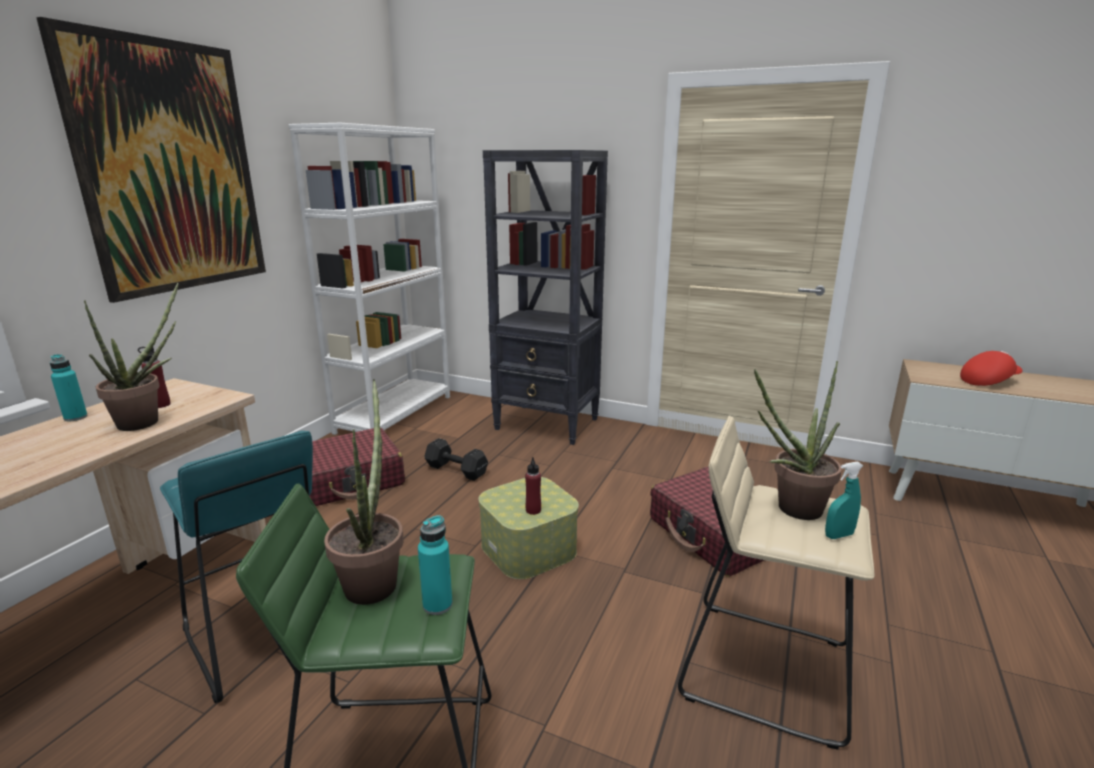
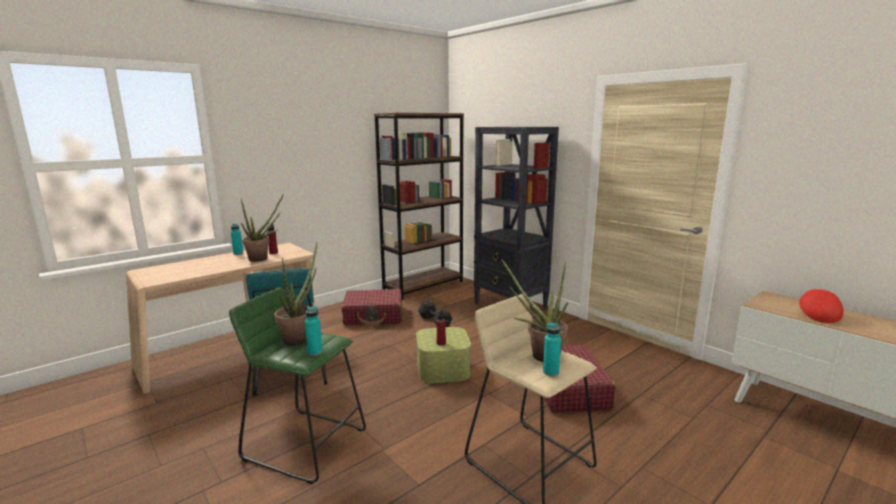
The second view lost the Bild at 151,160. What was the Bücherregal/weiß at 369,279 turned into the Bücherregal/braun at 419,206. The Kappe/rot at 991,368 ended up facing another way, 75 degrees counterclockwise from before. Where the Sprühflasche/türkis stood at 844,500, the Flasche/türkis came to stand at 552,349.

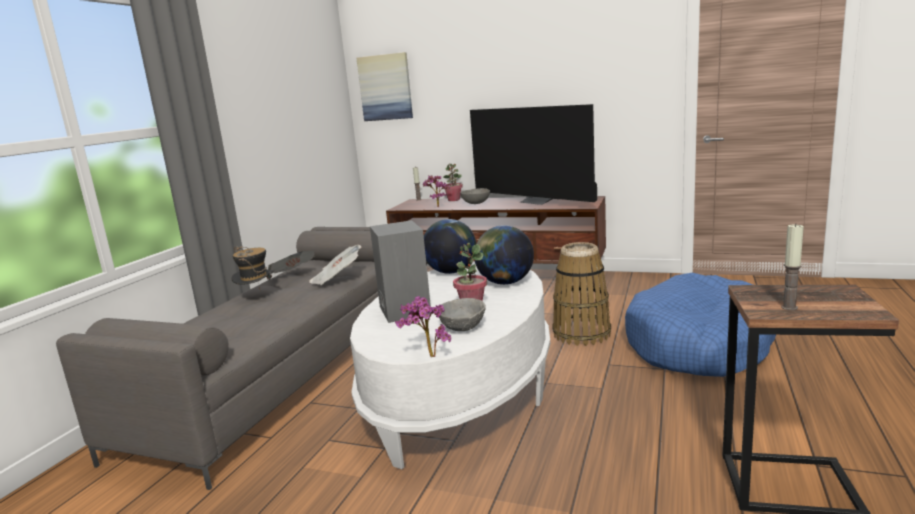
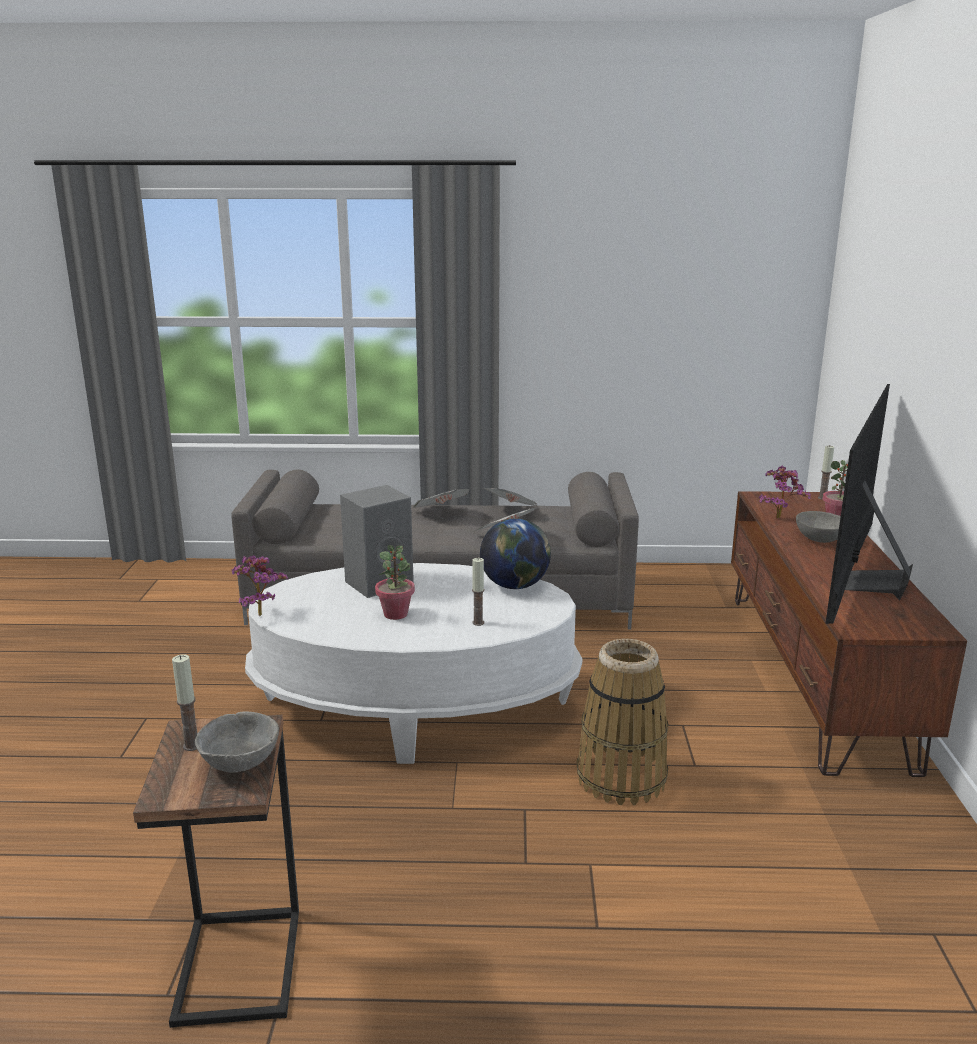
The second view lost the Bild at 384,86. Where the Globus stood at 504,255, the Kerze came to stand at 478,592. Where the Hut stood at 253,267, the Zeitung came to stand at 441,498. The second view lost the Hundebett/blau at 700,325. The Schüssel/grau ended up elsewhere, having gone from 462,314 to 237,742.

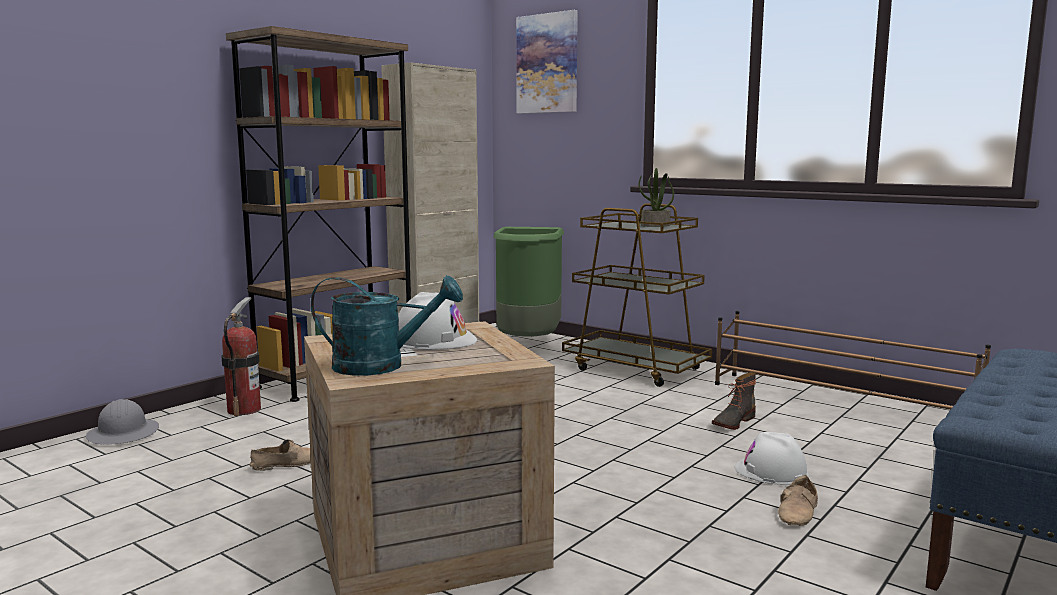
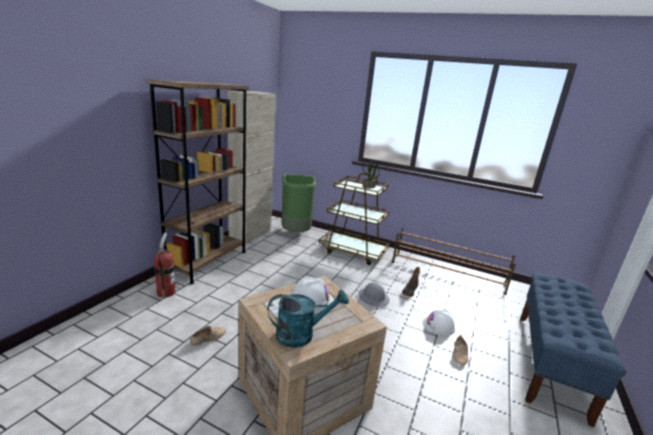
The second view lost the Bild at 547,62. The Schutzhelm/grau ended up elsewhere, having gone from 122,422 to 374,294.

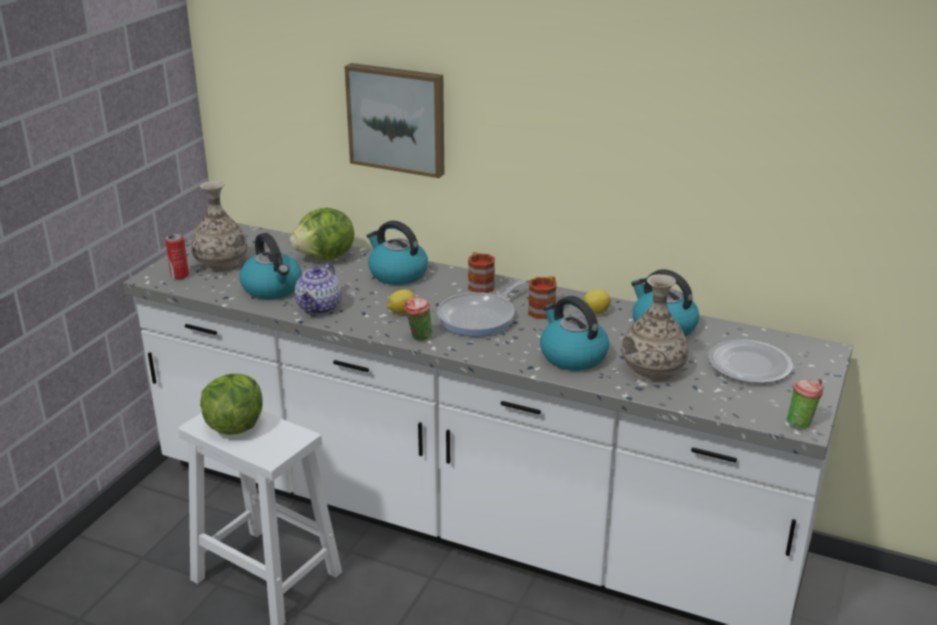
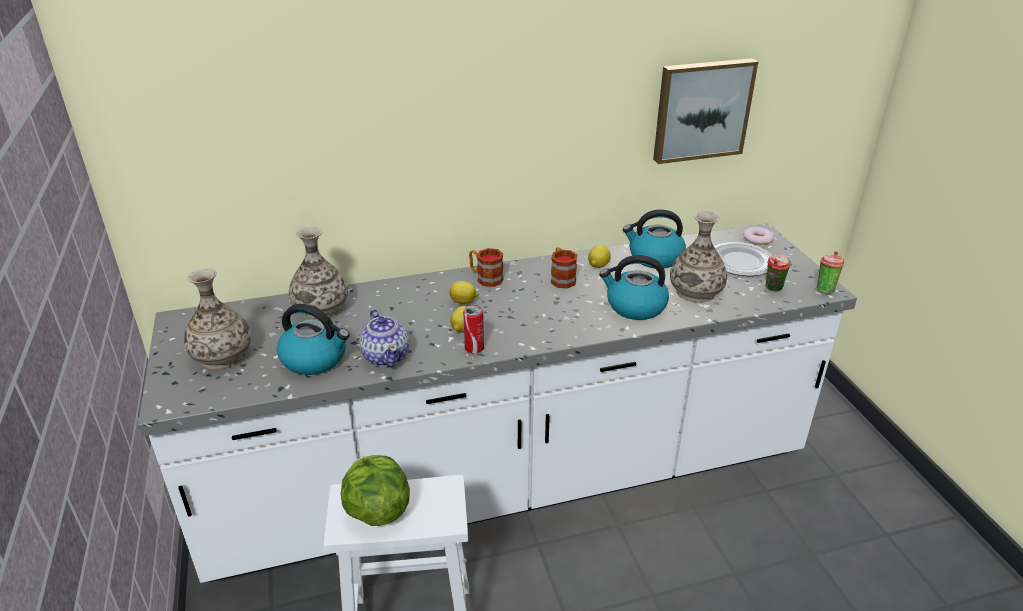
The Bild ended up elsewhere, having gone from 394,120 to 705,111. Where the Salatkopf stood at 322,234, the Vase came to stand at 318,272. The second view lost the Wasserkessel at 397,253. The Dose ended up elsewhere, having gone from 177,256 to 473,329. The second view lost the Pfanne at 481,308. The Tasse ended up elsewhere, having gone from 418,319 to 778,273. The second view gained the Donut at 758,236. The second view gained the Zitrone at 463,292.

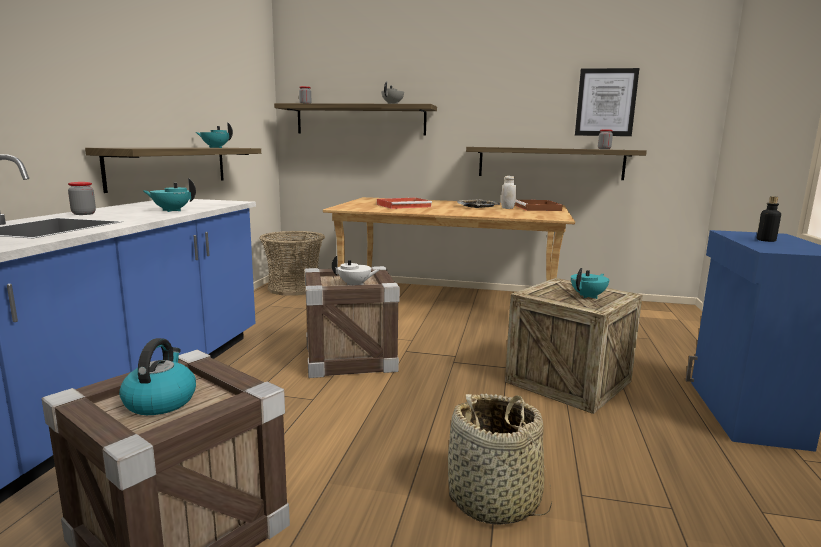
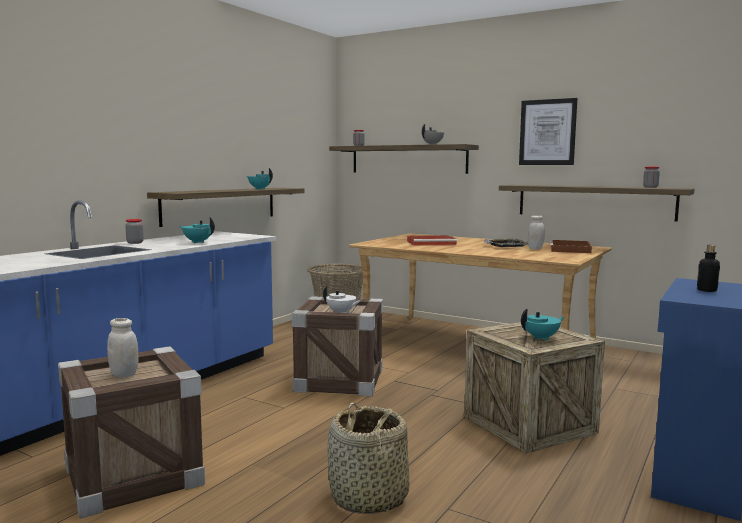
The Bild ended up elsewhere, having gone from 607,102 to 548,131. Where the Wasserkessel stood at 157,376, the Vorratsglas/weiß came to stand at 123,347.

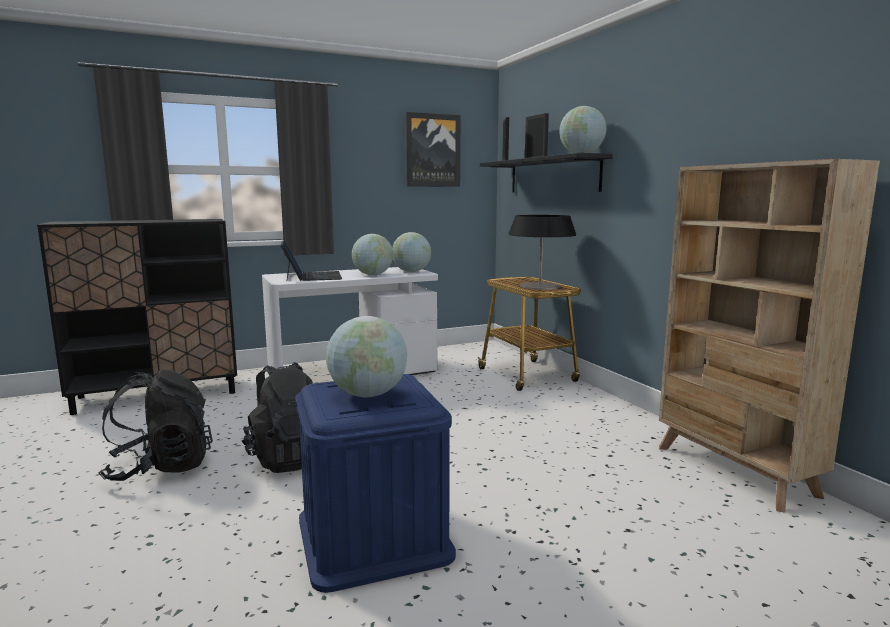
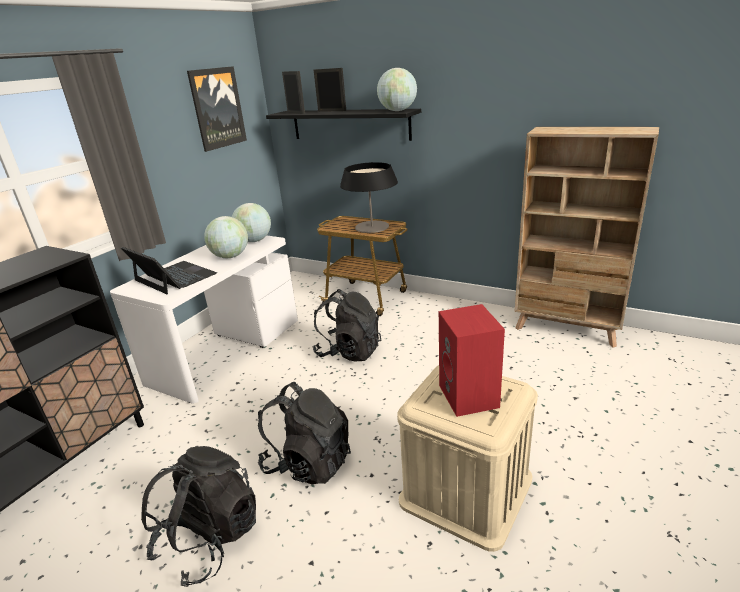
Where the Globus stood at 366,356, the Lautsprecher/rot came to stand at 472,360. What was the Aufbewahrungsbox/blau at 375,483 turned into the Aufbewahrungsbox/beige at 467,458. The second view gained the Rucksack/schwarz at 347,325.

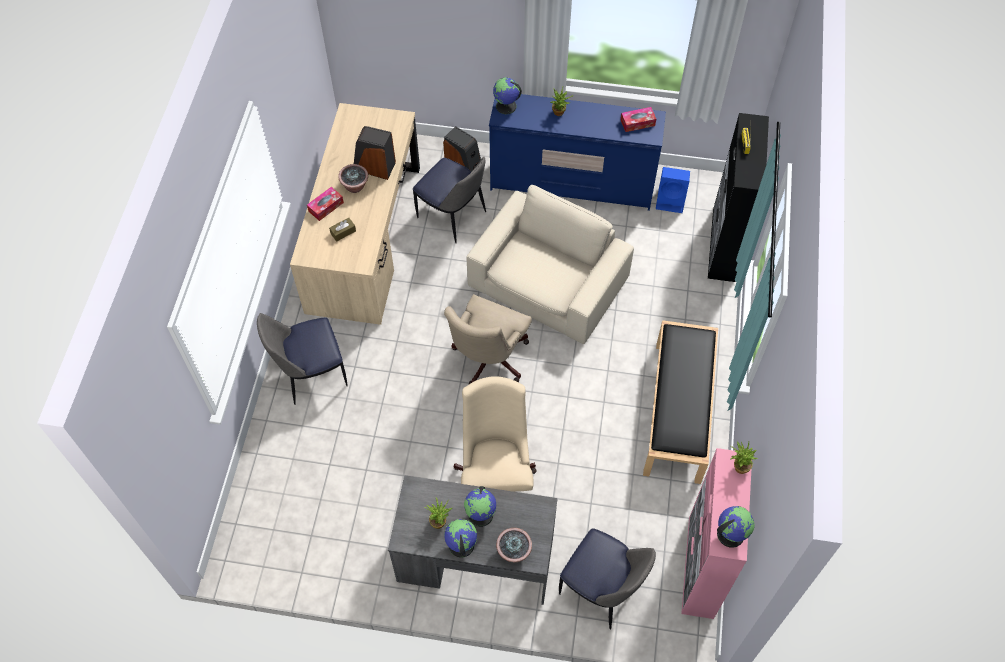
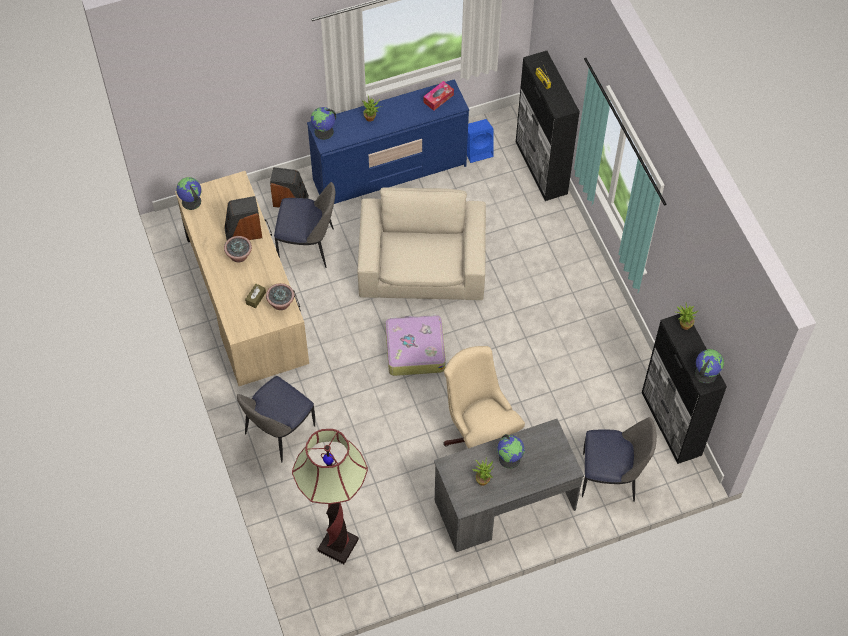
The second view lost the Taschentuchbox at 325,204. Where the Bürostuhl/beige stood at 488,339, the Koffer came to stand at 415,345. The second view lost the Bank/schwarz at 680,402. What was the Schrank/rosa at 716,533 turned into the Schrank/schwarz at 684,389. The Globus ended up elsewhere, having gone from 460,538 to 189,193. The Topfpflanze ended up elsewhere, having gone from 514,545 to 280,296. The second view gained the Stehlampe at 330,496.

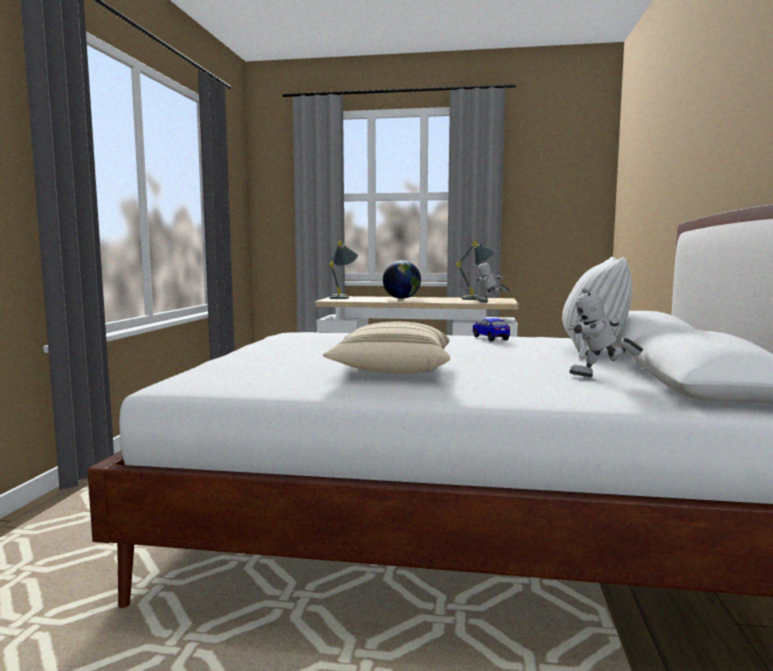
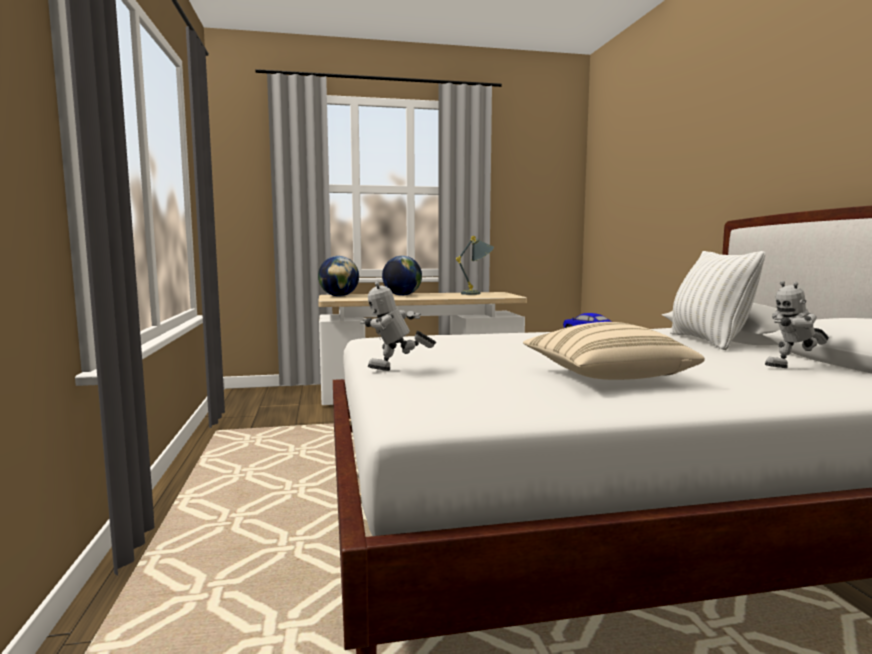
Where the Tischlampe/grau stood at 343,270, the Globus came to stand at 338,276. The Spielzeugroboter ended up elsewhere, having gone from 492,281 to 398,326.

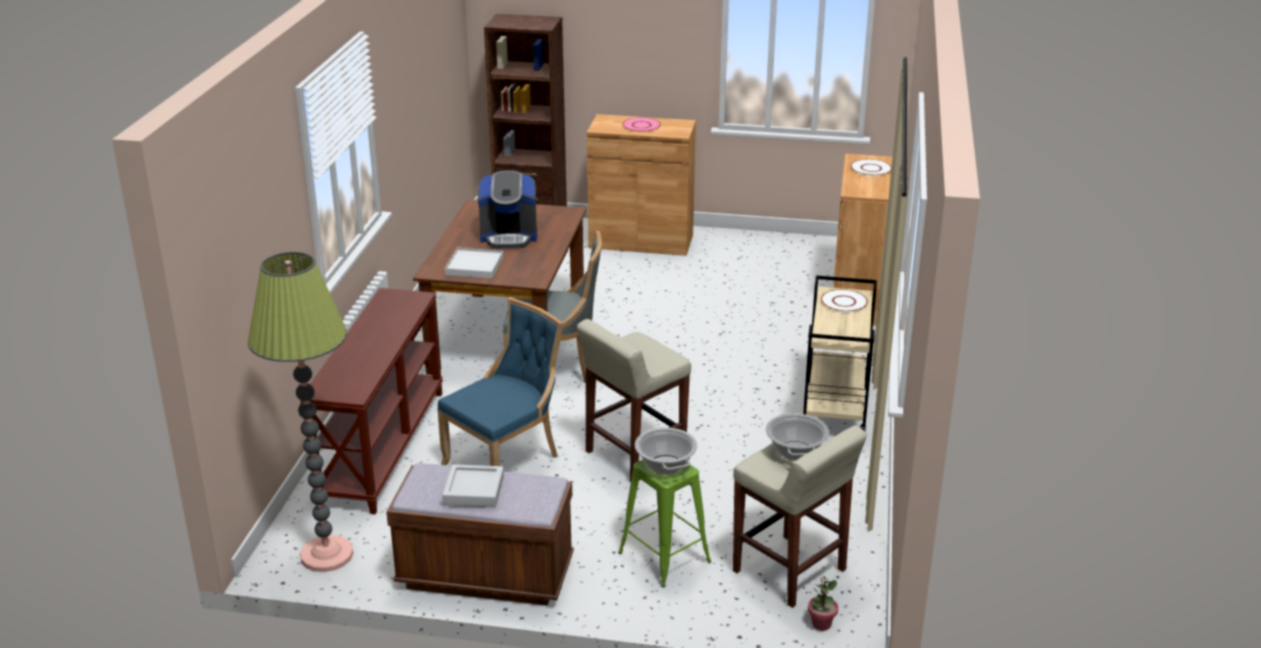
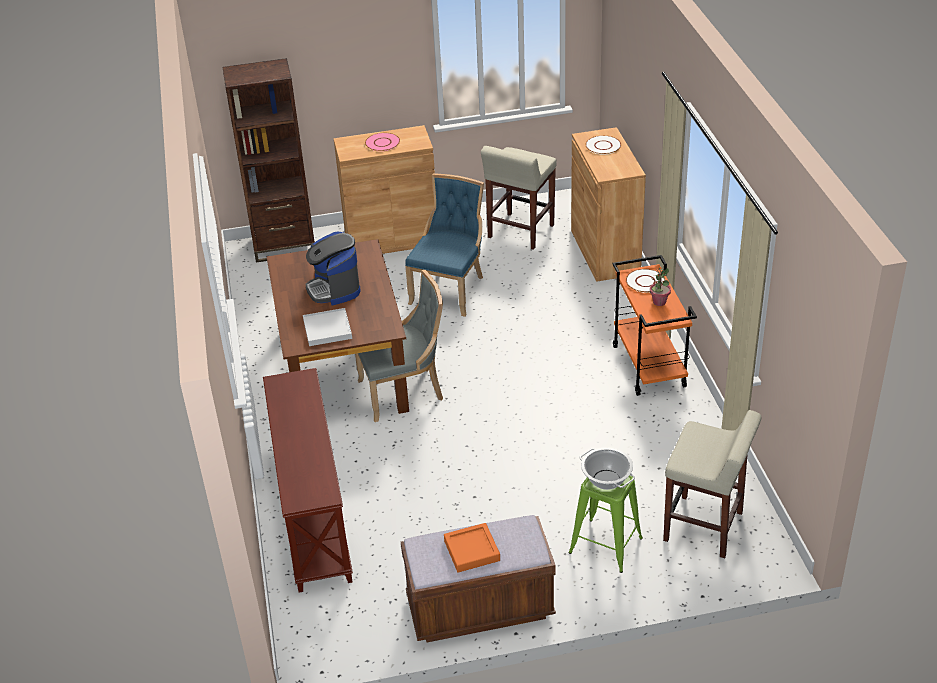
The Kaffeemaschine at 507,209 ended up facing another way, 90 degrees clockwise from before. The second view lost the Stehlampe at 300,412. What was the Rollwagen/beige at 840,352 turned into the Rollwagen/orange at 655,325. The Stuhl/blau ended up elsewhere, having gone from 500,382 to 444,245. The Hocker/beige ended up elsewhere, having gone from 634,401 to 519,198. The second view lost the Kochtopf at 797,437. What was the Tablett/grau at 473,485 turned into the Tablett/orange at 472,548. The Topfpflanze ended up elsewhere, having gone from 823,603 to 660,287.

